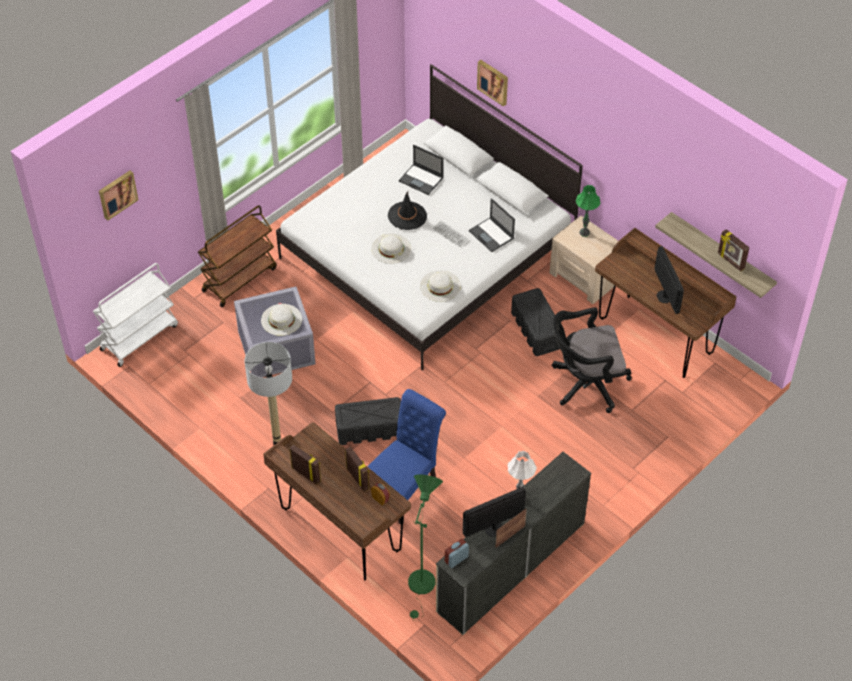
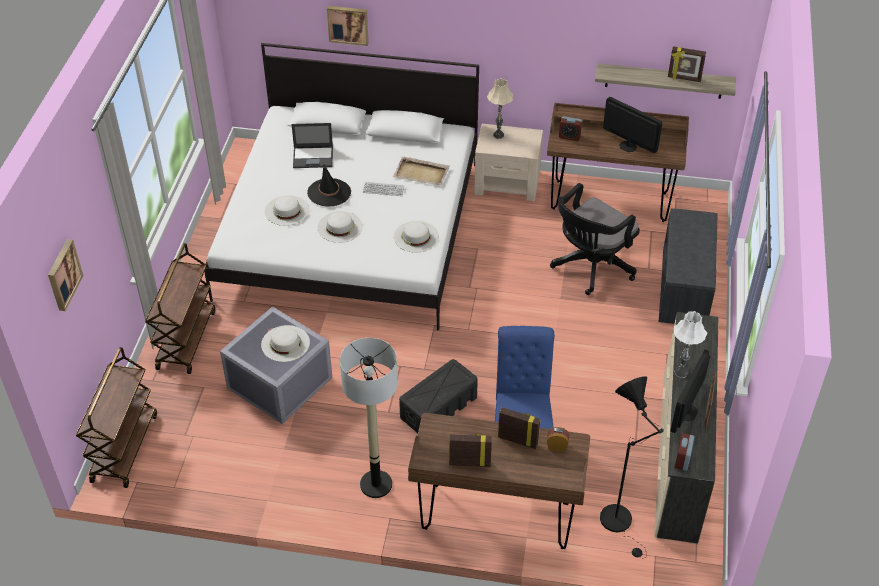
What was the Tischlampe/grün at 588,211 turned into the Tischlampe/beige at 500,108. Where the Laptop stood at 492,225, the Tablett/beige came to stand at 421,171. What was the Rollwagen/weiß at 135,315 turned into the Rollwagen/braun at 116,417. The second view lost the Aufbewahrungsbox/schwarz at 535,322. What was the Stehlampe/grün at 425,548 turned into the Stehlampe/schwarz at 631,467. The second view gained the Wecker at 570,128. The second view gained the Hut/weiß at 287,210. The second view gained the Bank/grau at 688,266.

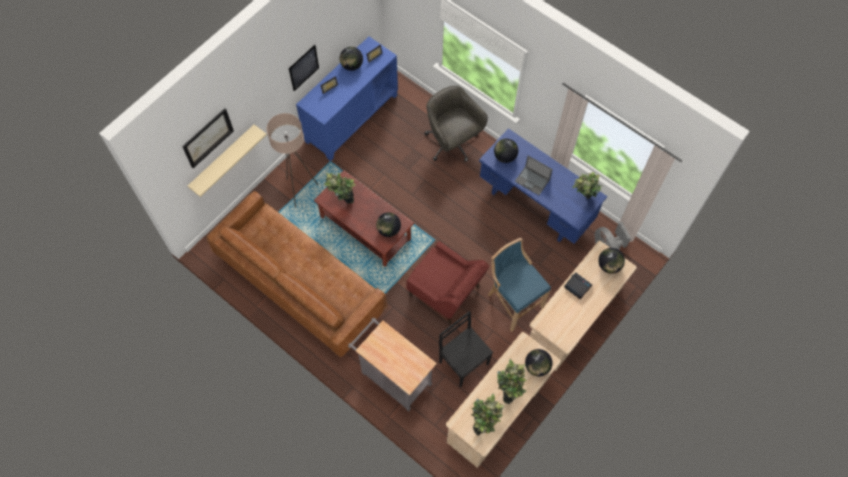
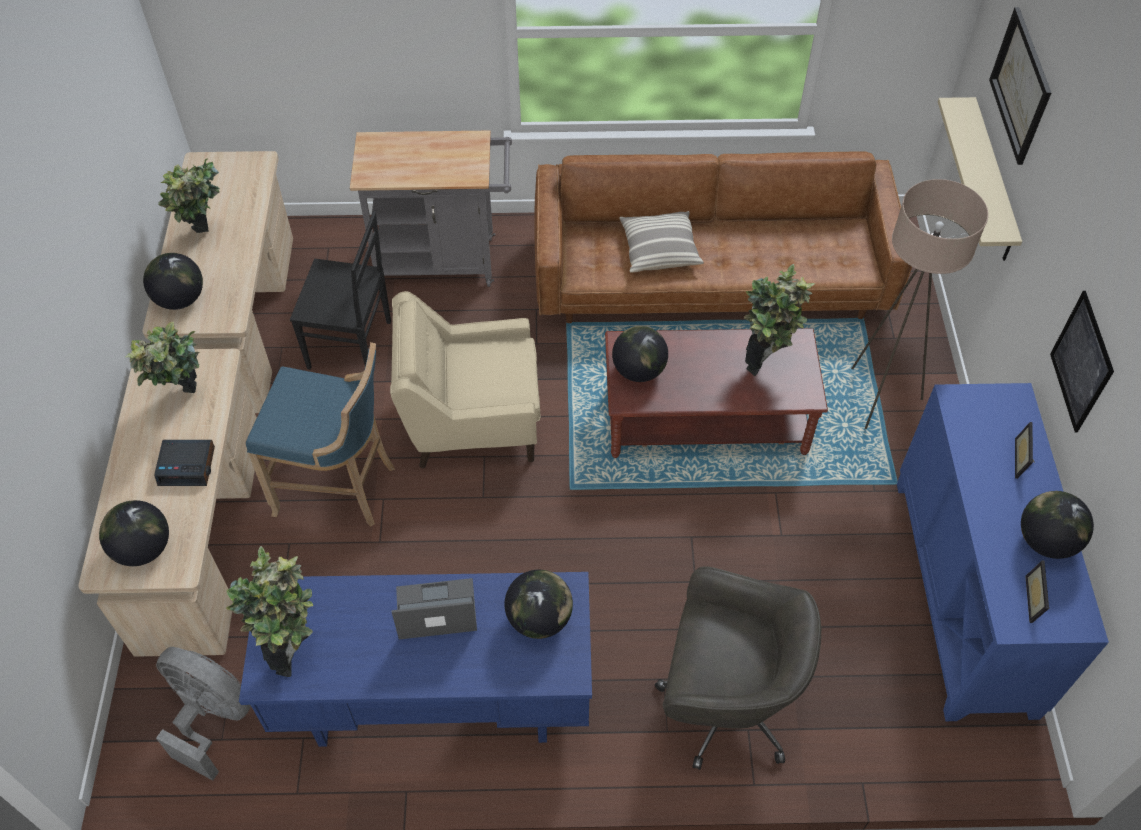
What was the Sessel/rot at 447,282 turned into the Sessel/beige at 465,380. The Topfpflanze ended up elsewhere, having gone from 487,414 to 162,357. The second view gained the Kissen at 661,242.

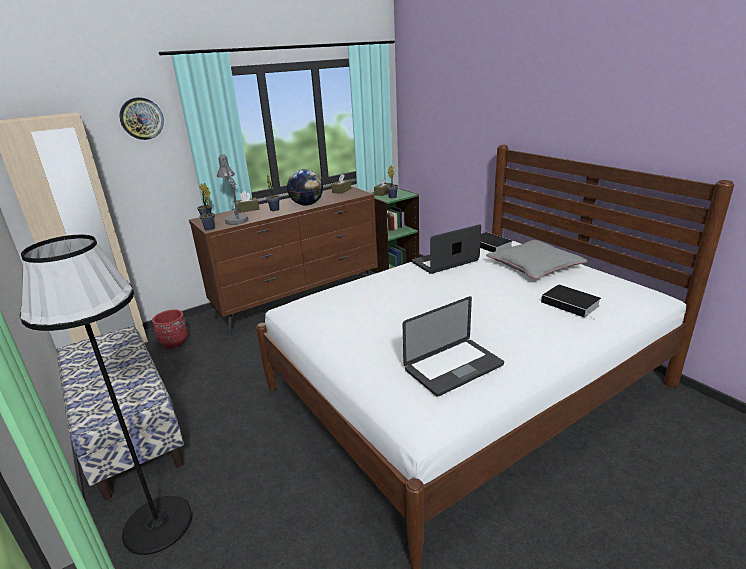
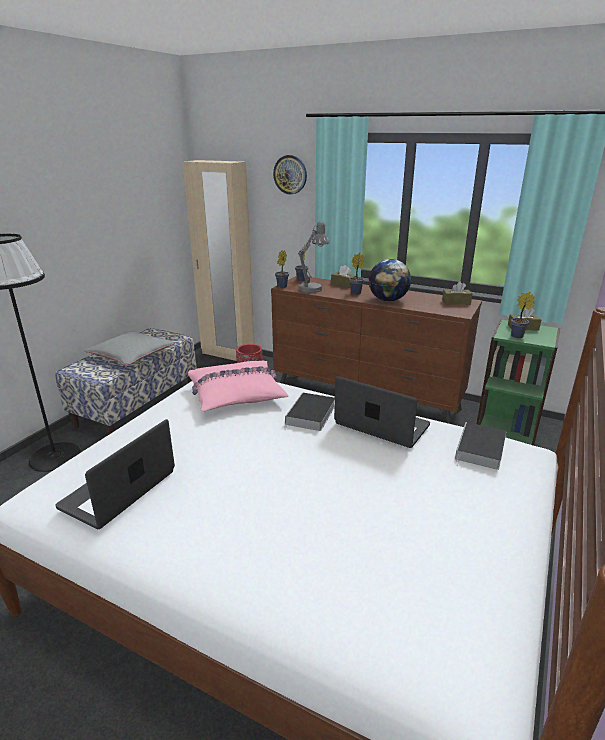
The Kissen/grau ended up elsewhere, having gone from 537,259 to 129,348. The Buch ended up elsewhere, having gone from 571,302 to 309,411. The Laptop at 453,346 ended up facing another way, 90 degrees clockwise from before. The second view gained the Kissen/rosa at 238,386.

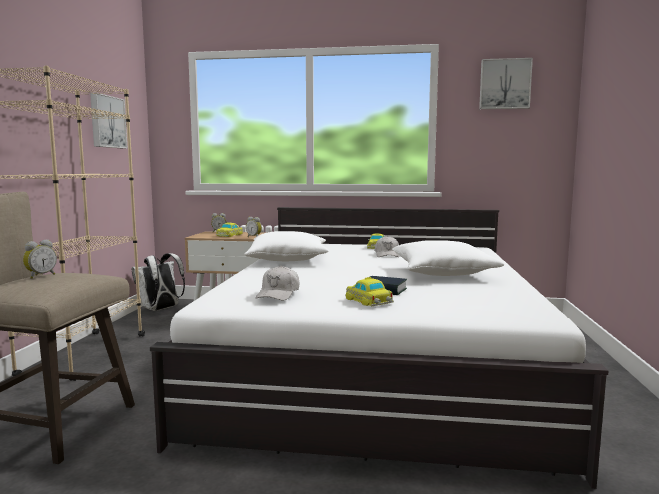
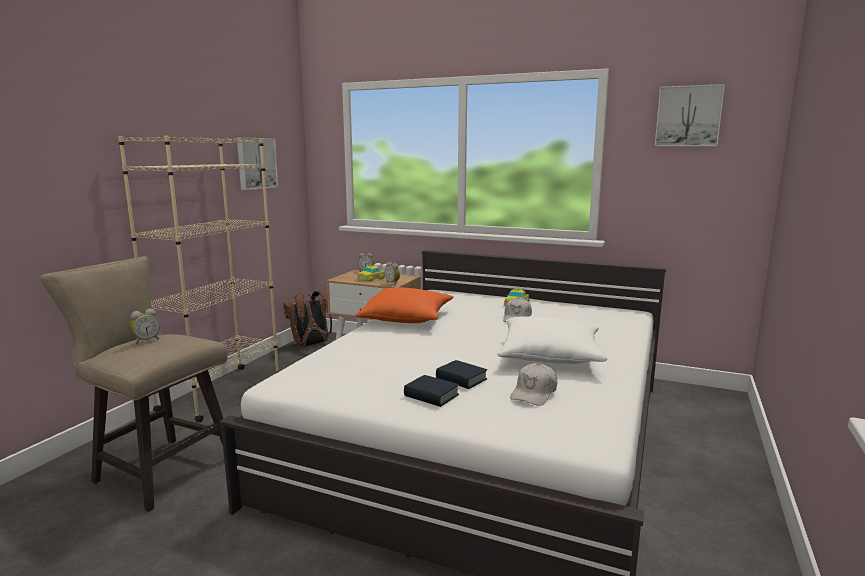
What was the Kissen/weiß at 286,246 turned into the Kissen/orange at 404,305. What was the Rucksack/weiß at 158,282 turned into the Rucksack/braun at 307,319. The Kappe/weiß ended up elsewhere, having gone from 277,283 to 533,384. Where the Spielzeugauto stood at 369,291, the Buch came to stand at 431,391.

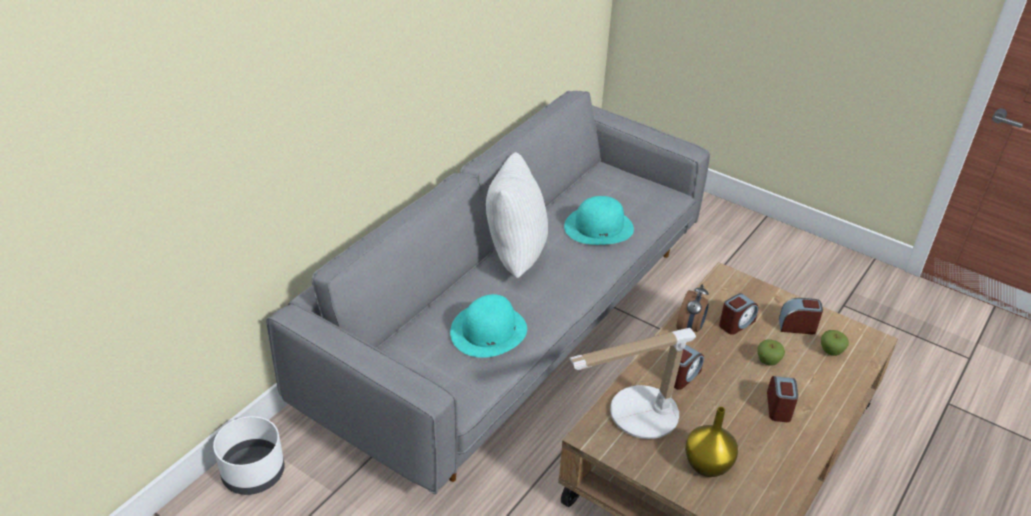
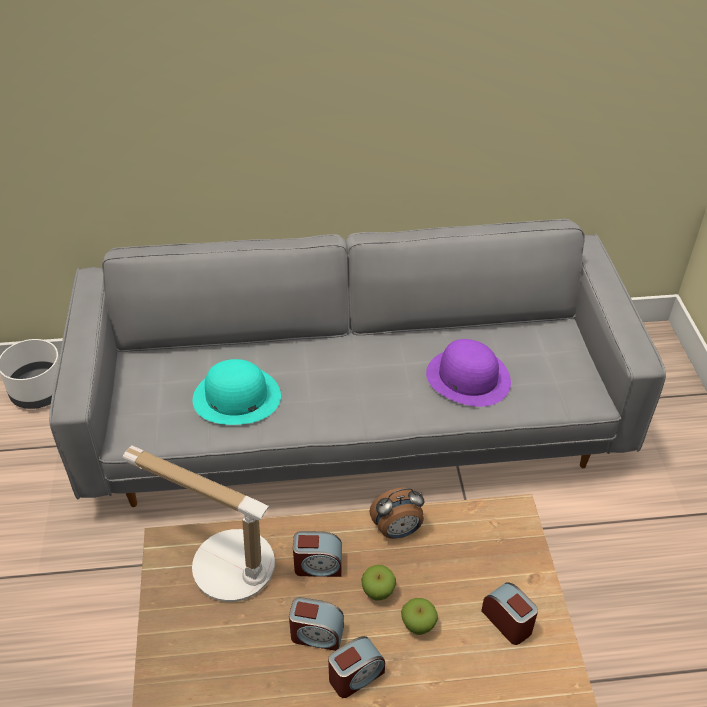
The second view lost the Kissen/weiß at 517,215. What was the Hut/türkis at 599,220 turned into the Hut/lila at 468,373. The Wecker ended up elsewhere, having gone from 739,314 to 316,624. The Apfel ended up elsewhere, having gone from 835,343 to 378,583. The second view lost the Vase/gelb at 711,442.

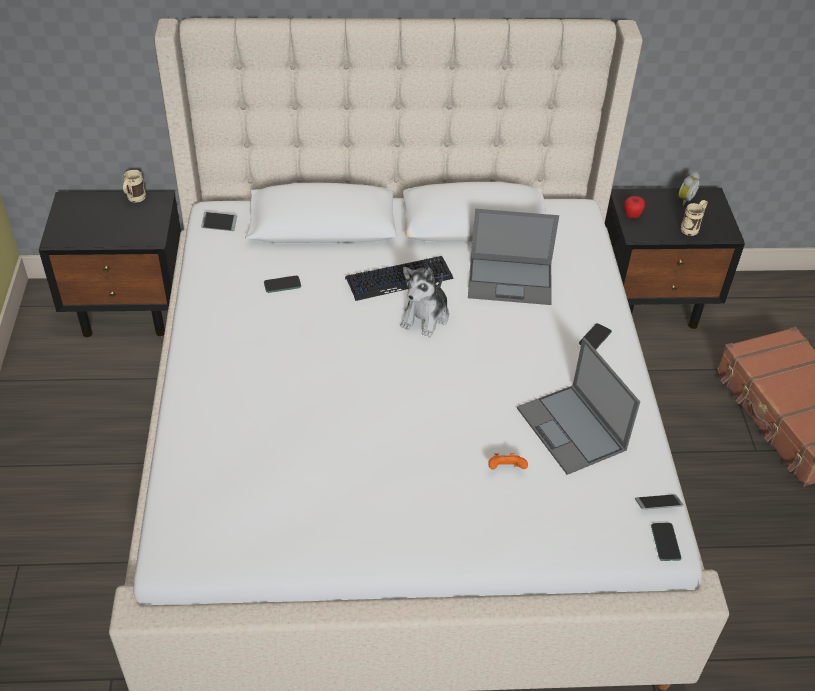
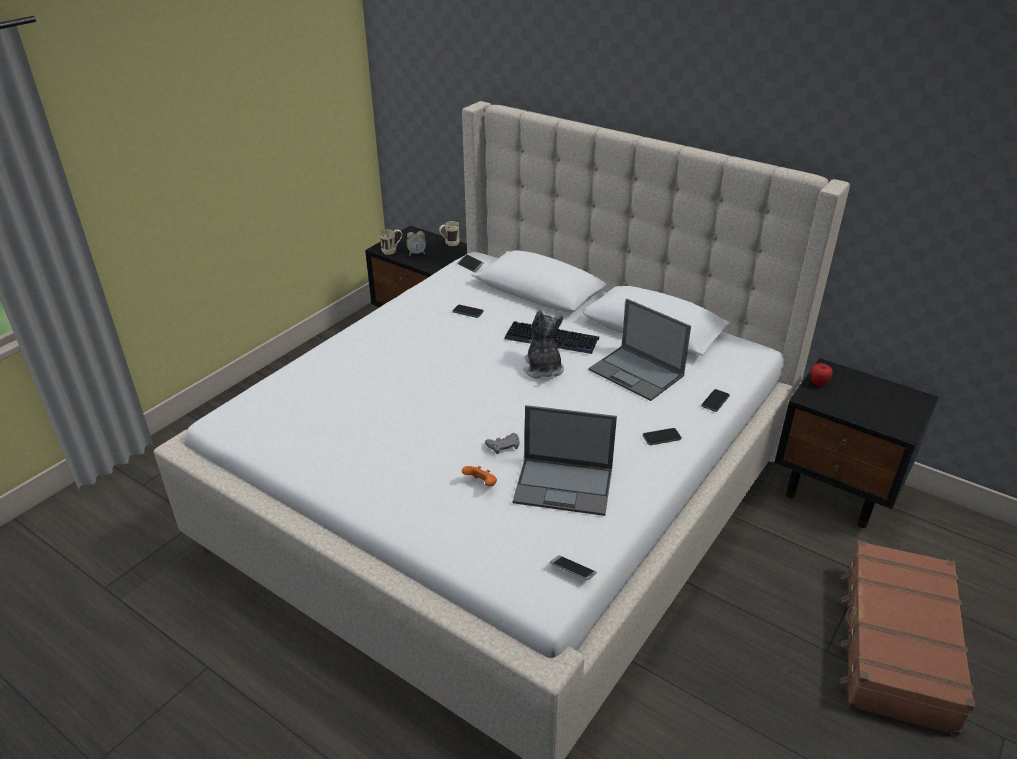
The Wecker ended up elsewhere, having gone from 689,189 to 416,243. The Henkelbecher/beige ended up elsewhere, having gone from 694,218 to 391,242. The Plüschtier at 424,302 ended up facing another way, 105 degrees clockwise from before. The Laptop at 578,406 ended up facing another way, 90 degrees counterclockwise from before. The Handy ended up elsewhere, having gone from 666,542 to 715,400. The second view gained the Gamepad/grau at 502,443.

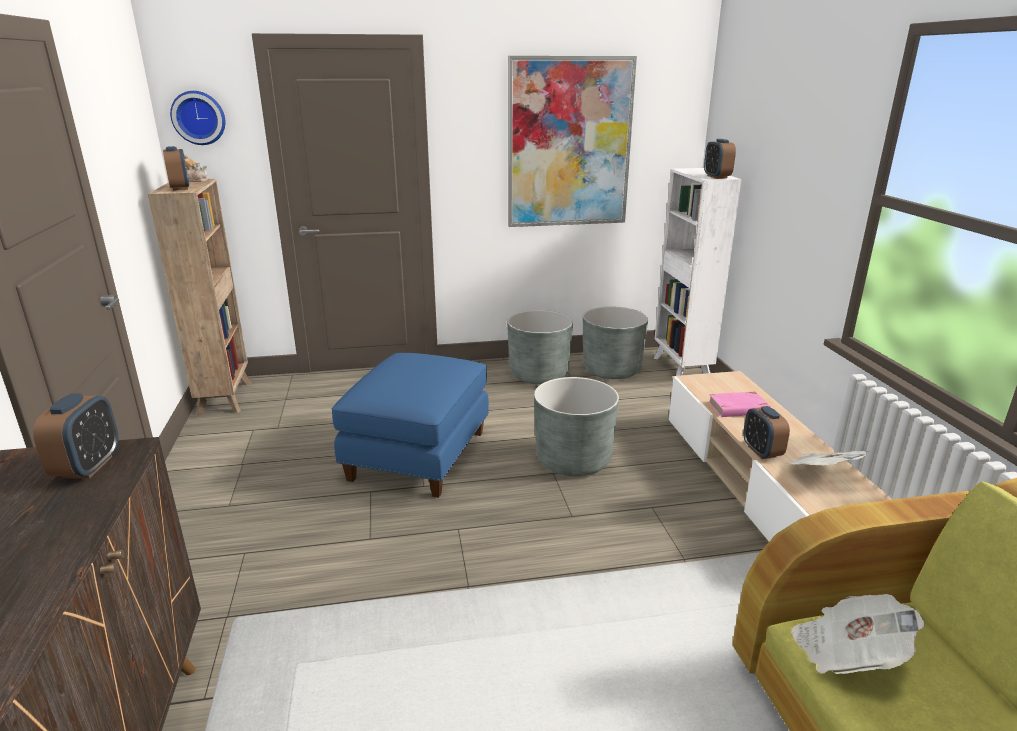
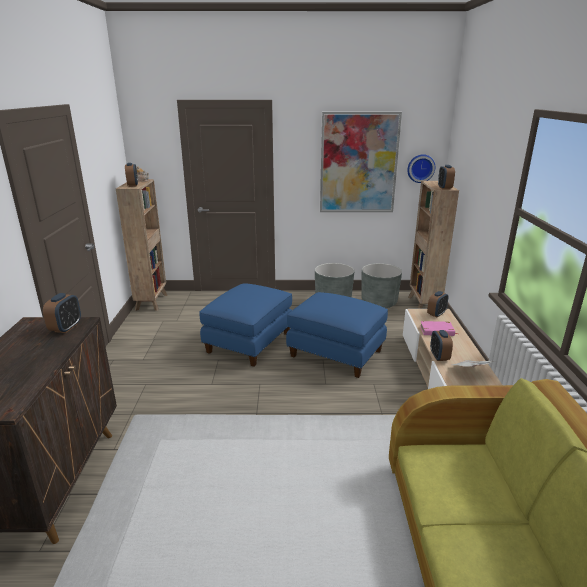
The Wanduhr ended up elsewhere, having gone from 197,118 to 421,168. What was the Bücherregal/weiß at 697,272 turned into the Bücherregal/braun at 433,245. Where the Pflanzkübel/grau stood at 576,426, the Polsterhocker/blau came to stand at 337,335. The second view lost the Zeitung at 858,634. The second view gained the Wecker at 437,304.

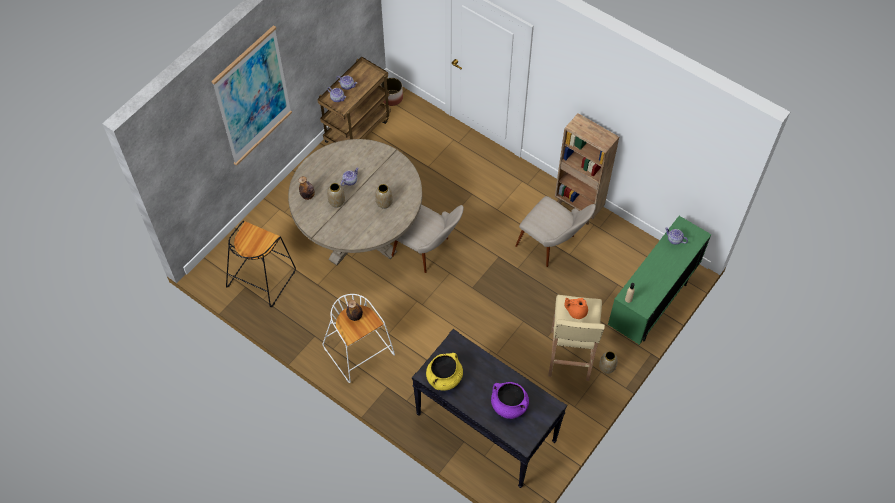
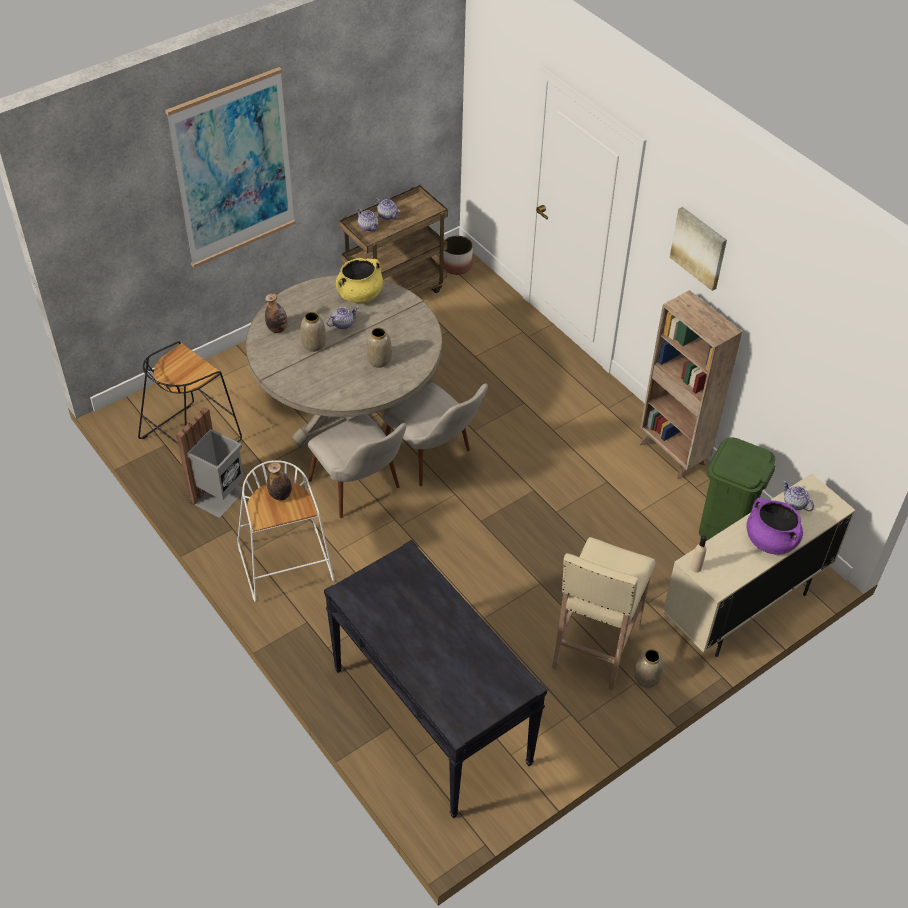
The Stuhl/beige ended up elsewhere, having gone from 555,231 to 357,466. What was the Schrank/grün at 659,280 turned into the Schrank/beige at 759,565. The second view lost the Teekanne/orange at 576,308. The Kochtopf/gelb ended up elsewhere, having gone from 444,372 to 359,280. The Kochtopf/lila ended up elsewhere, having gone from 510,400 to 775,526. The second view gained the Bild at 698,249. The second view gained the Mülleimer/grau at 211,462. The second view gained the Mülleimer/grün at 737,488.

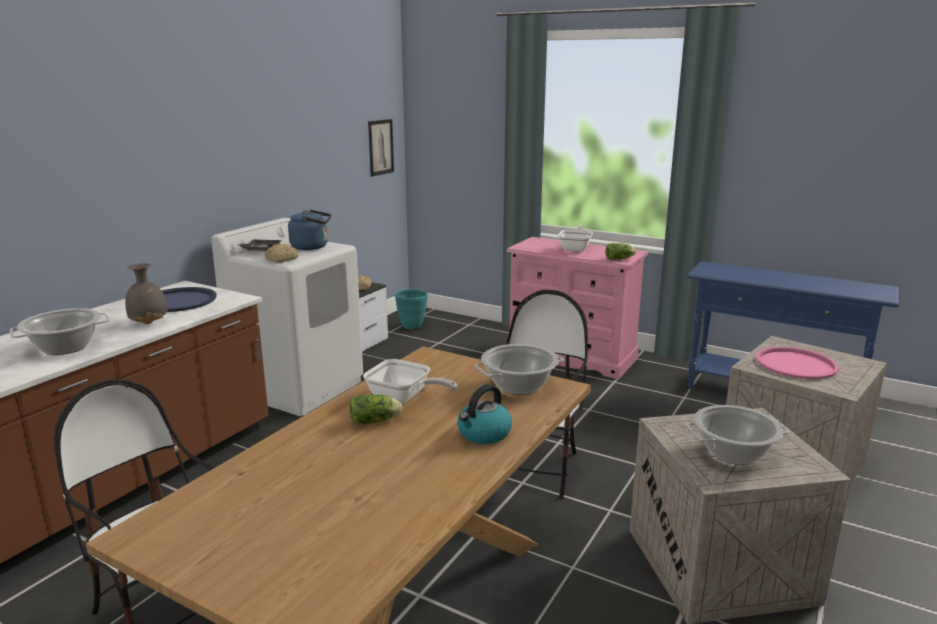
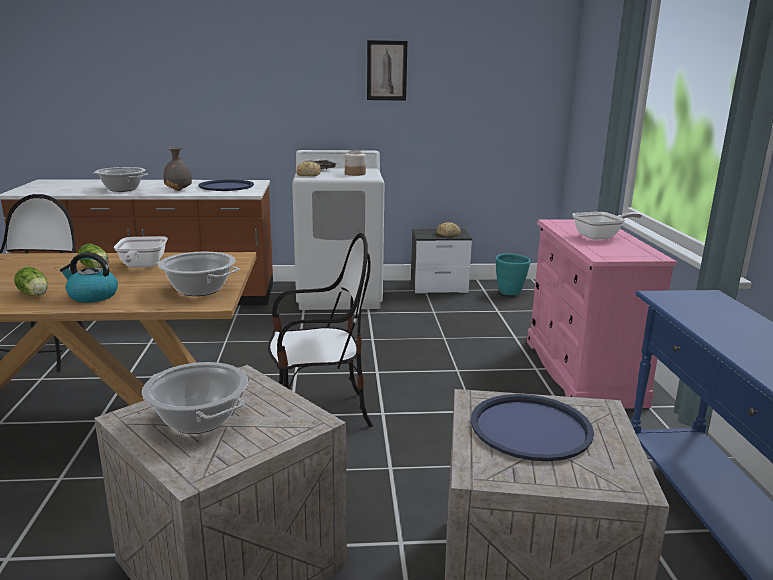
The Bild ended up elsewhere, having gone from 381,148 to 387,70. Where the Wasserkessel/blau stood at 309,230, the Vorratsglas came to stand at 355,163. The Salatkopf ended up elsewhere, having gone from 621,251 to 31,281. What was the Tablett/rosa at 797,363 turned into the Tablett/blau at 532,427.

